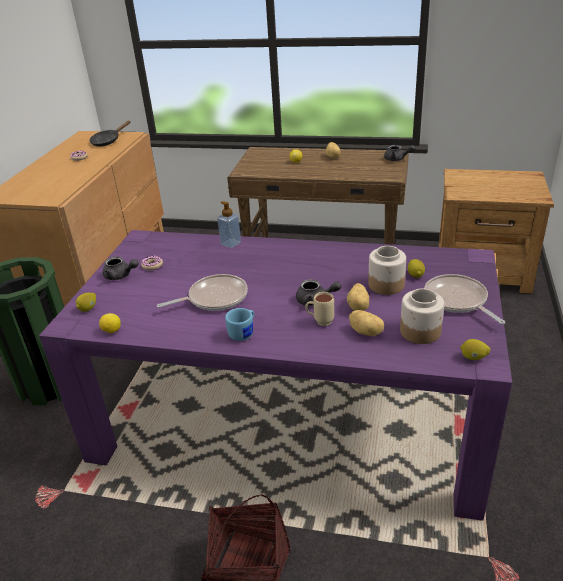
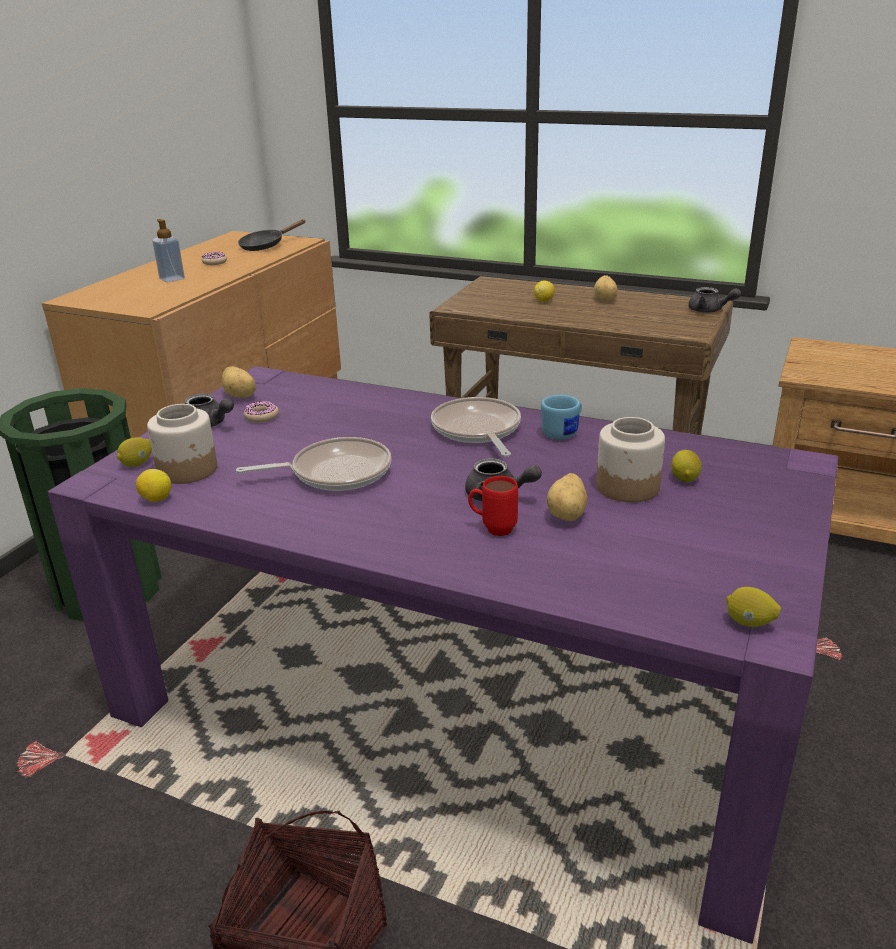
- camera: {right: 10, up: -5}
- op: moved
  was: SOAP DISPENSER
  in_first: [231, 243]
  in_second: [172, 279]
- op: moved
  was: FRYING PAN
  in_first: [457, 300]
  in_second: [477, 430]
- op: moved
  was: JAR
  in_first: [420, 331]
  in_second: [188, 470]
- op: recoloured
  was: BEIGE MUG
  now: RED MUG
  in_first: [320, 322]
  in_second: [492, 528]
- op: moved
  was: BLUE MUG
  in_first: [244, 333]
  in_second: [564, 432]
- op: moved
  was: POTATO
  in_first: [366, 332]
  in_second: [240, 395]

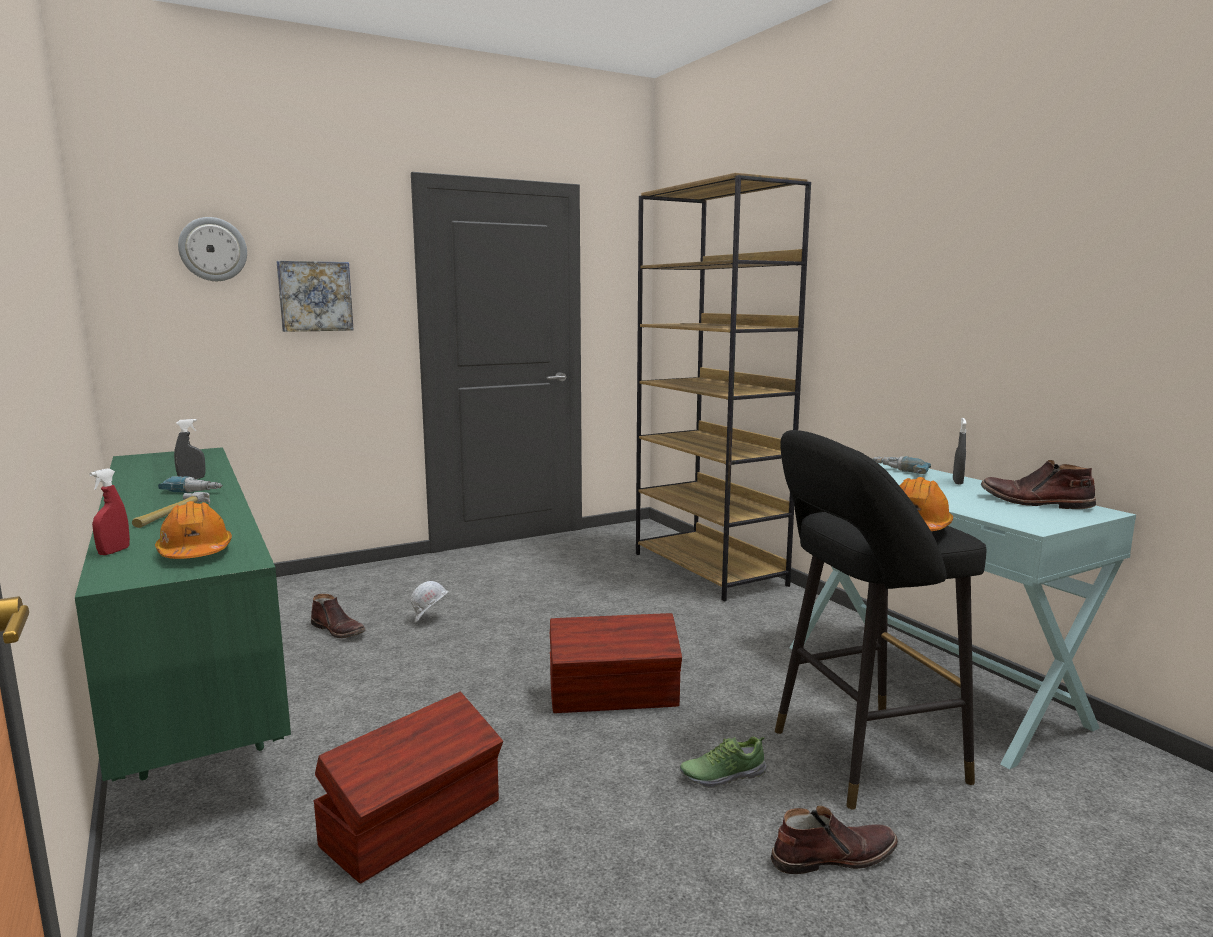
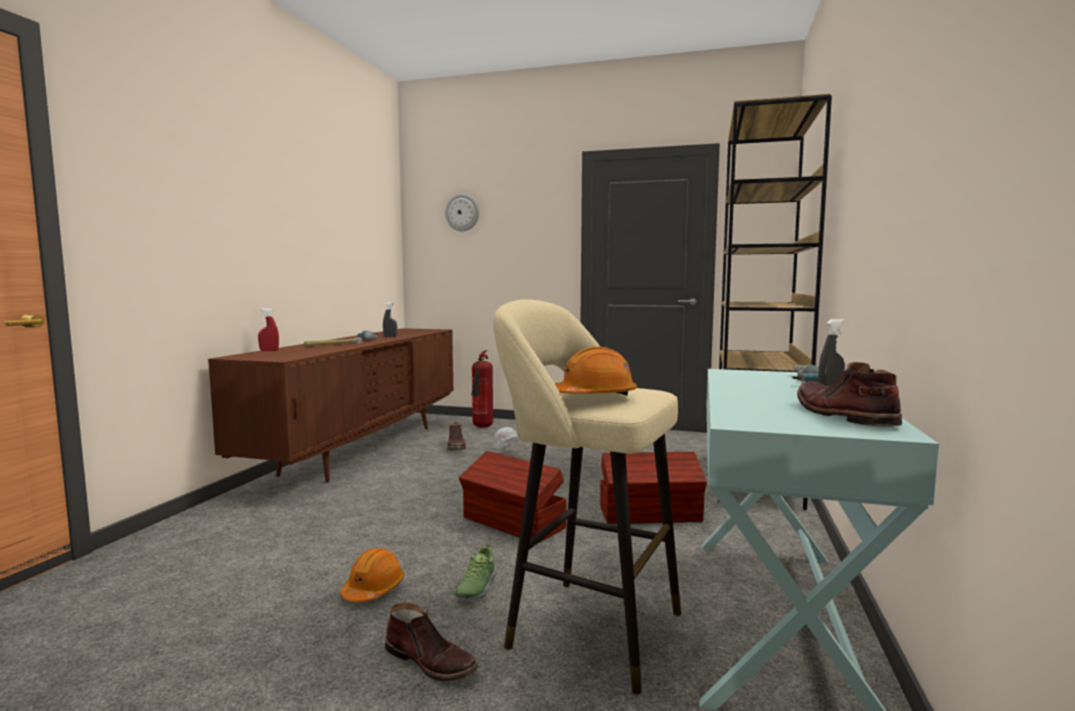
- camera: {right: 45, up: -5}
- op: removed
  was: PICTURE
  in_first: [315, 296]
- op: recoloured
  was: BLACK STOOL
  now: BEIGE STOOL
  in_first: [858, 757]
  in_second: [585, 627]
- op: recoloured
  was: GREEN CABINET
  now: BROWN CABINET
  in_first: [193, 683]
  in_second: [362, 449]
- op: moved
  was: ORANGE HARD HAT
  in_first: [195, 553]
  in_second: [373, 589]
- op: moved
  was: BROWN STORAGE BOX
  in_first: [415, 823]
  in_second: [651, 514]
- op: turned
  was: SHOE
  in_first: [722, 775]
  in_second: [476, 587]
  clockwise: -105
- op: added
  now: FIRE EXTINGUISHER
  in_second: [482, 427]

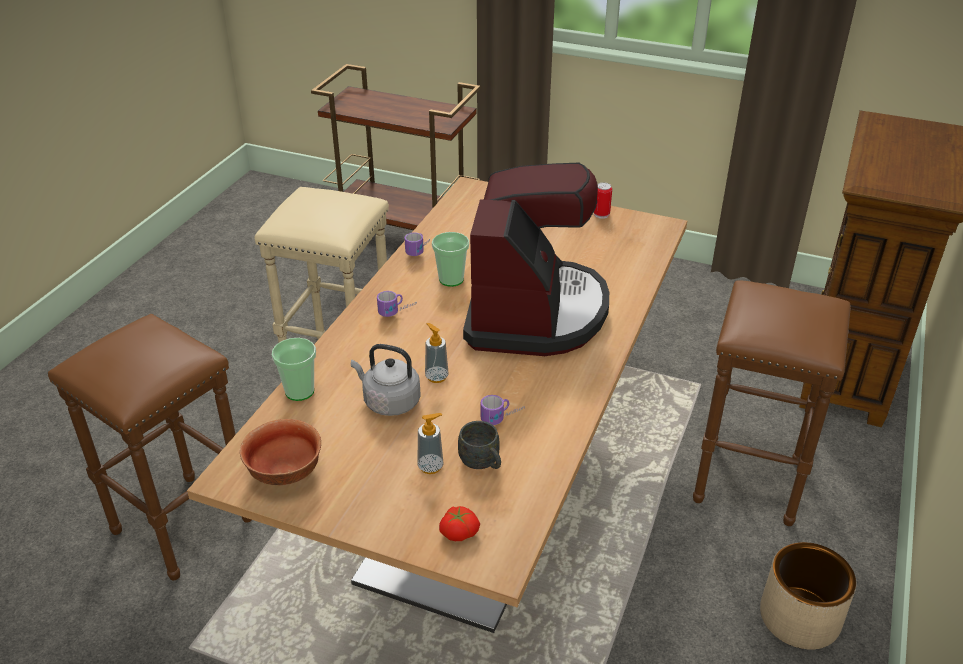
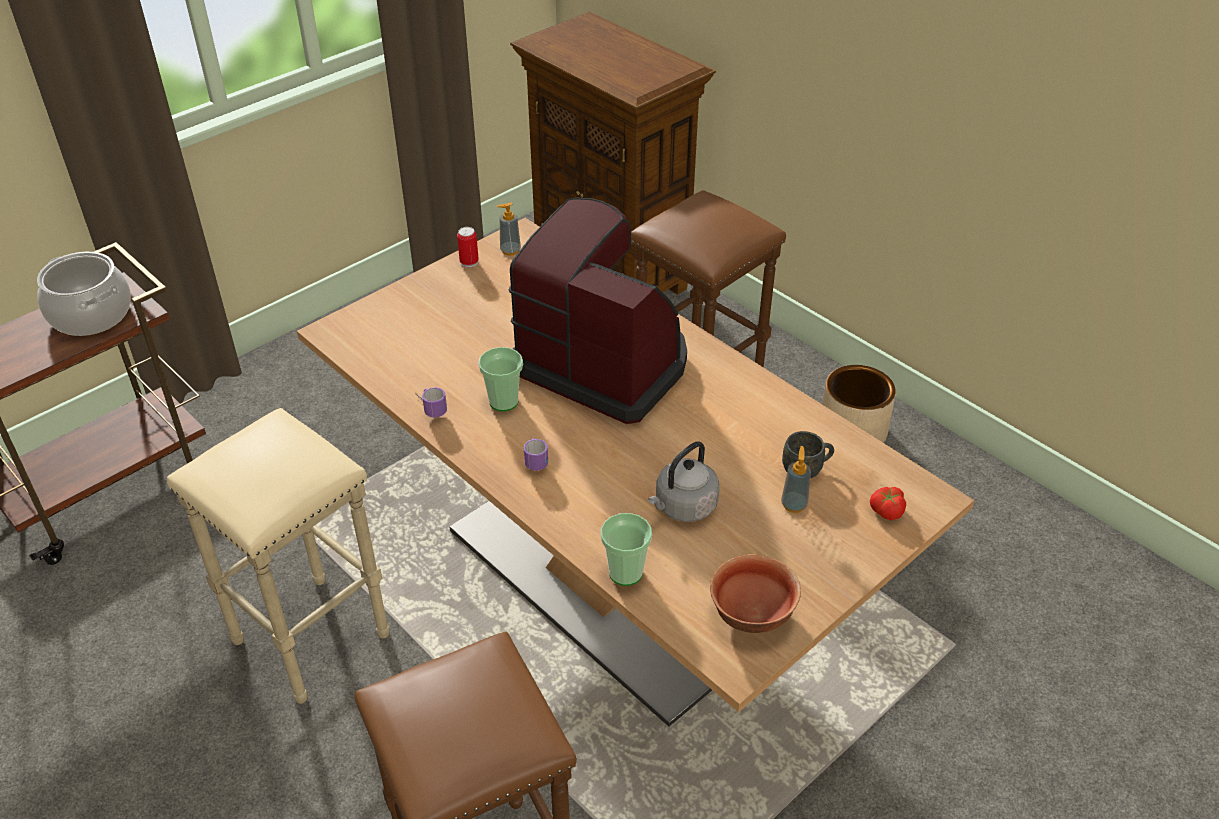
- camera: {right: -65, up: 5}
- op: moved
  was: SOAP DISPENSER
  in_first: [436, 377]
  in_second: [510, 250]
- op: removed
  was: MUG
  in_first: [503, 418]
- op: added
  now: COOKING POT
  in_second: [92, 314]

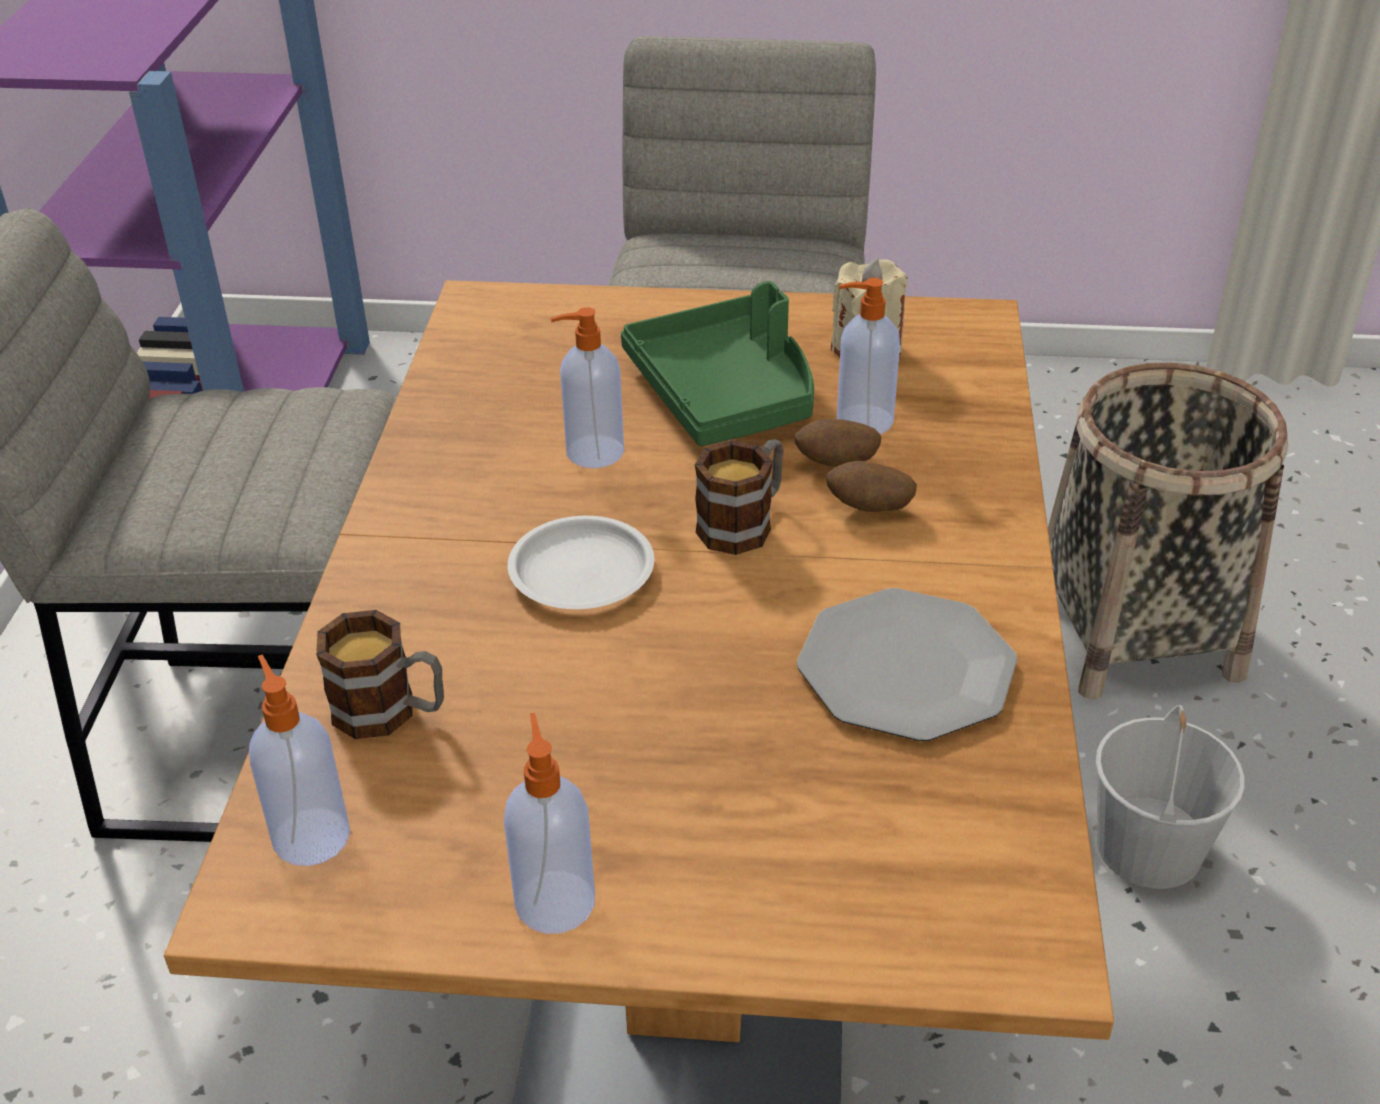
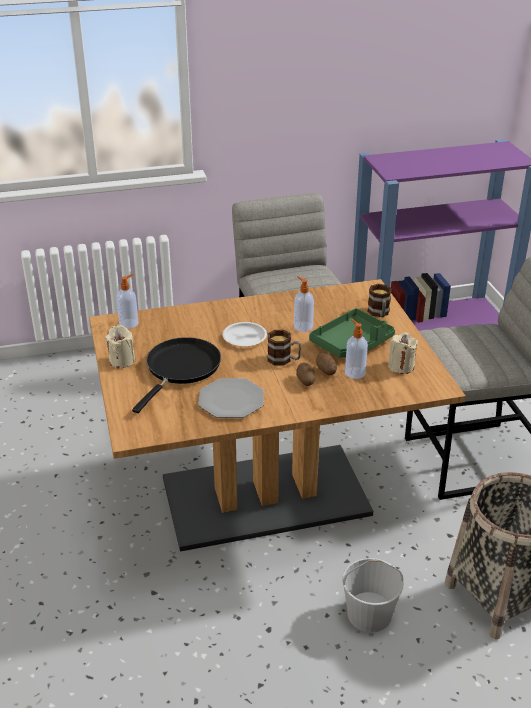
- camera: {right: 70, up: -5}
- op: moved
  was: MUG
  in_first: [390, 712]
  in_second: [379, 313]
- op: replaced
  was: SOAP DISPENSER
  now: BEIGE CANDLE
  in_first: [554, 899]
  in_second: [122, 361]
- op: added
  now: BLACK FRYING PAN
  in_second: [181, 369]

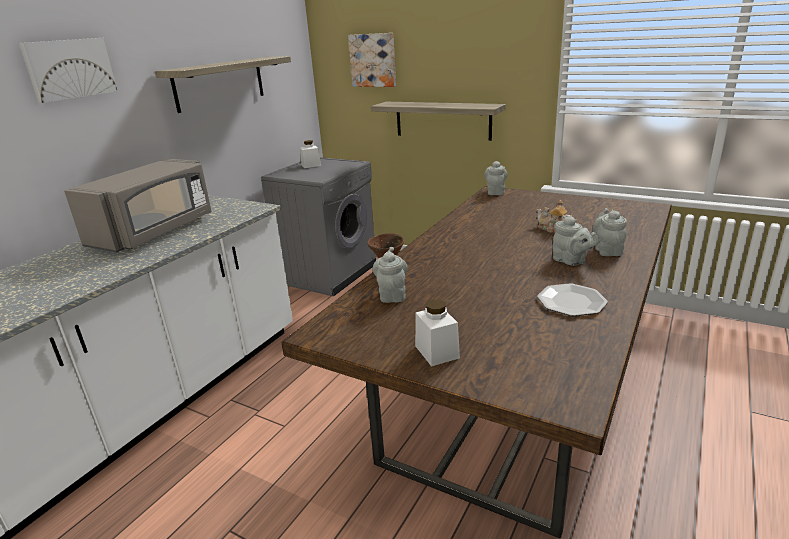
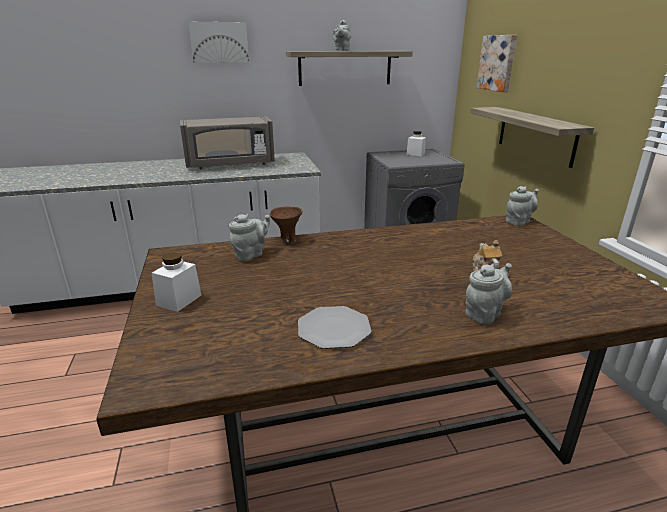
- camera: {right: 45, up: 0}
- op: moved
  was: GREY TEAPOT
  in_first: [571, 261]
  in_second: [342, 50]

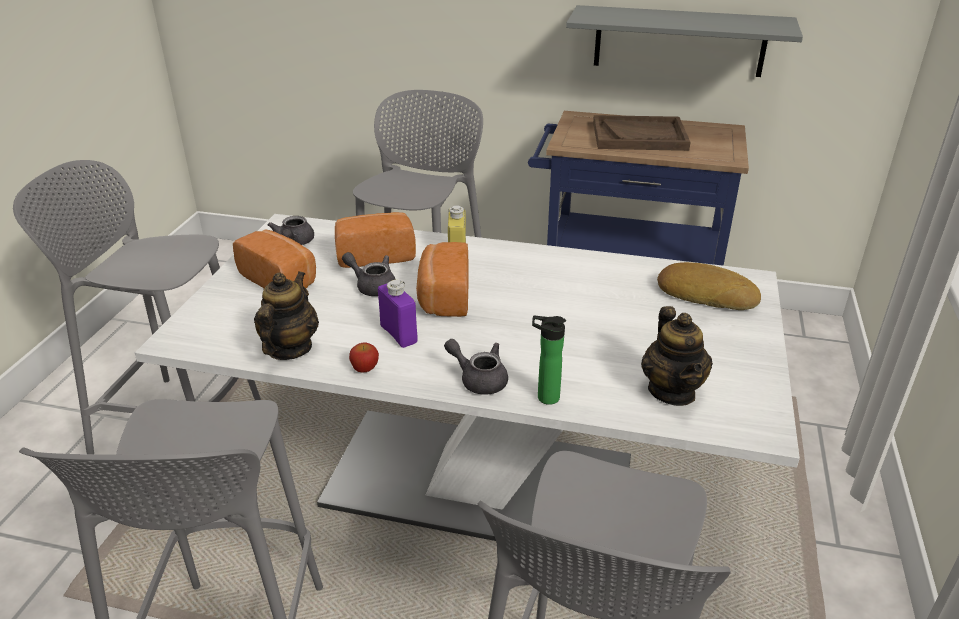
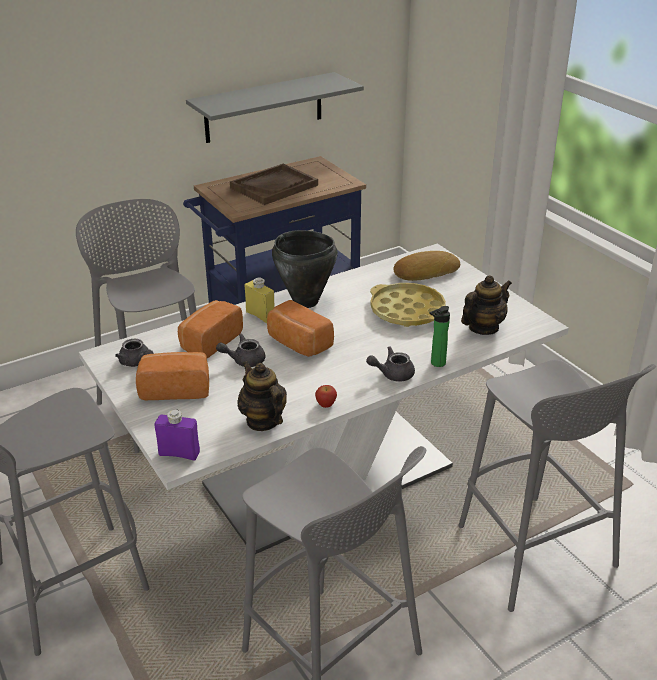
- camera: {right: -45, up: 0}
- op: moved
  was: PURPLE BOTTLE
  in_first: [398, 334]
  in_second: [179, 453]
- op: turned
  was: TEAPOT
  in_first: [672, 391]
  in_second: [483, 328]
  clockwise: -75
- op: added
  now: BLACK COOKING POT
  in_second: [305, 302]
- op: added
  now: YELLOW TRAY
  in_second: [407, 311]

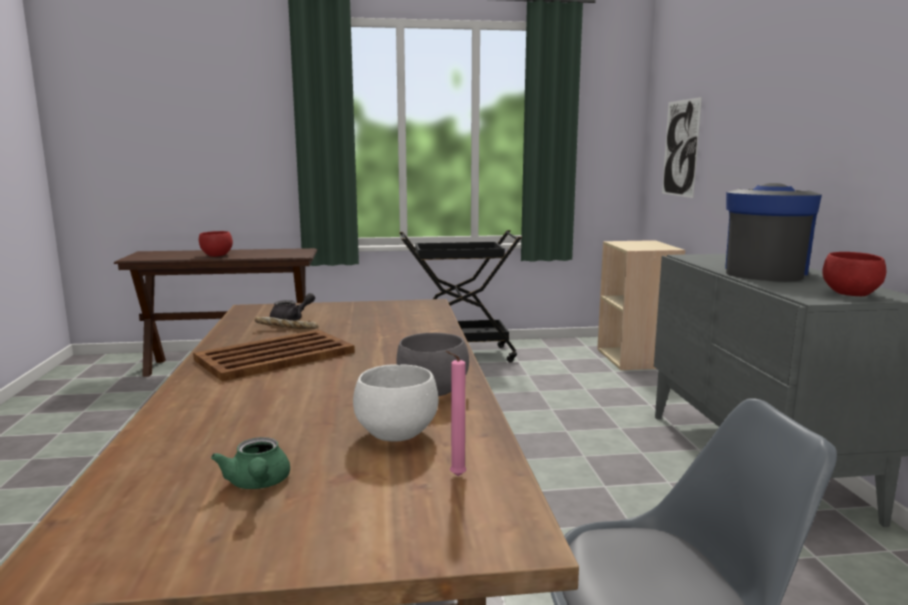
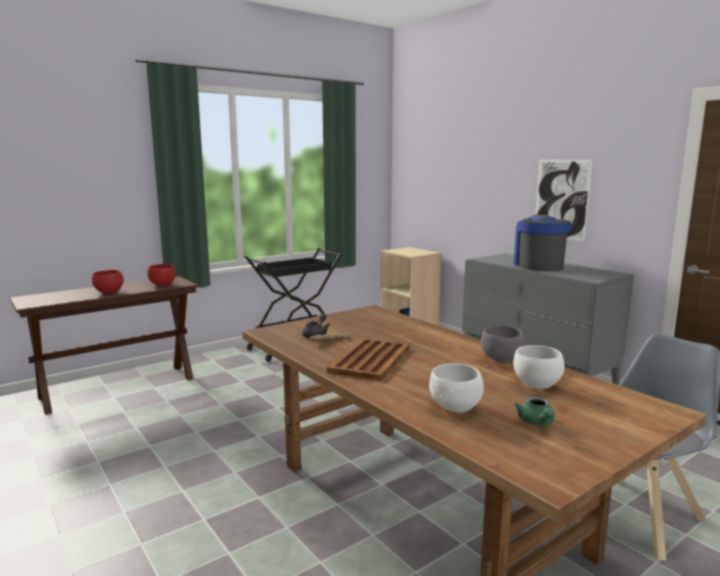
- camera: {right: -30, up: 0}
- op: moved
  was: PICTURE
  in_first: [680, 148]
  in_second: [561, 199]
- op: moved
  was: RED BOWL
  in_first: [852, 295]
  in_second: [163, 285]
- op: removed
  was: PINK CANDLE
  in_first: [455, 476]
- op: turned
  was: GREEN TEAPOT
  in_first: [258, 484]
  in_second: [536, 422]
  clockwise: 45
- op: added
  now: WHITE BOWL
  in_second: [456, 408]

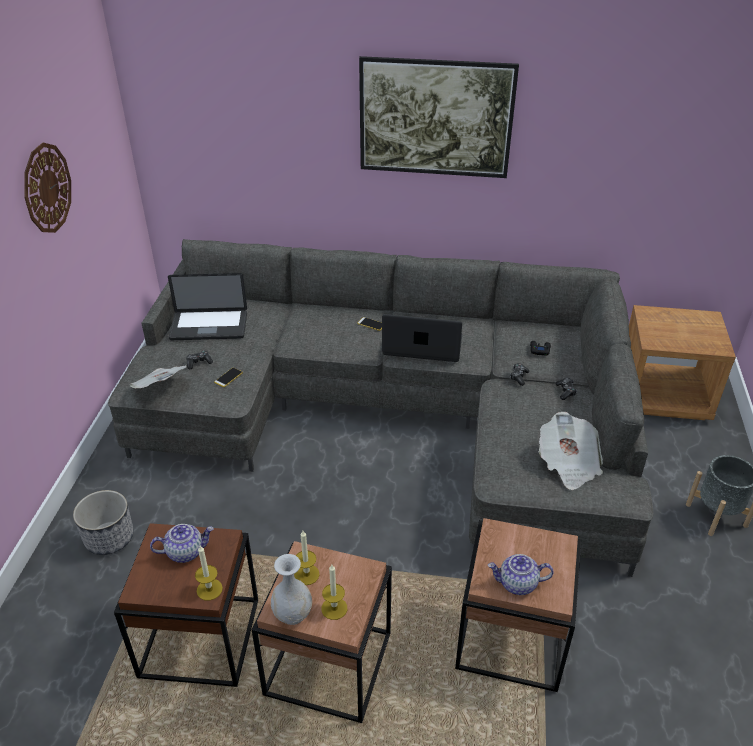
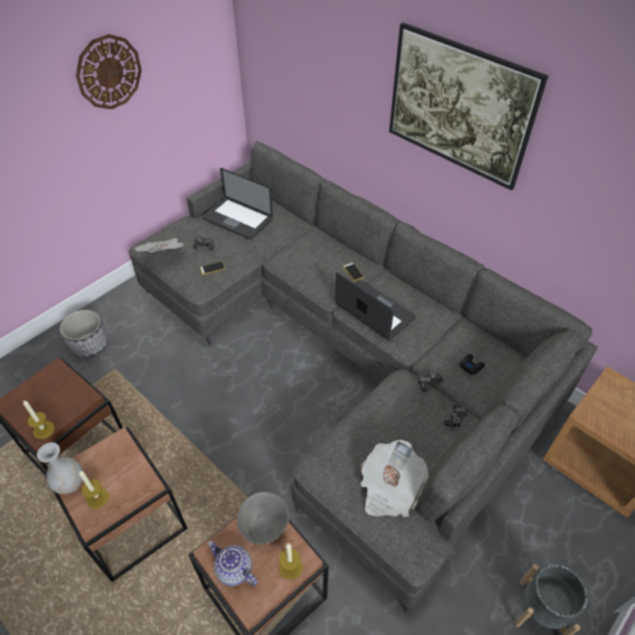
- camera: {right: 35, up: 10}
- op: removed
  was: TEAPOT
  in_first: [185, 551]
- op: moved
  was: CANDLE
  in_first: [306, 574]
  in_second: [290, 567]
- op: added
  now: GREY BOWL
  in_second: [264, 524]

